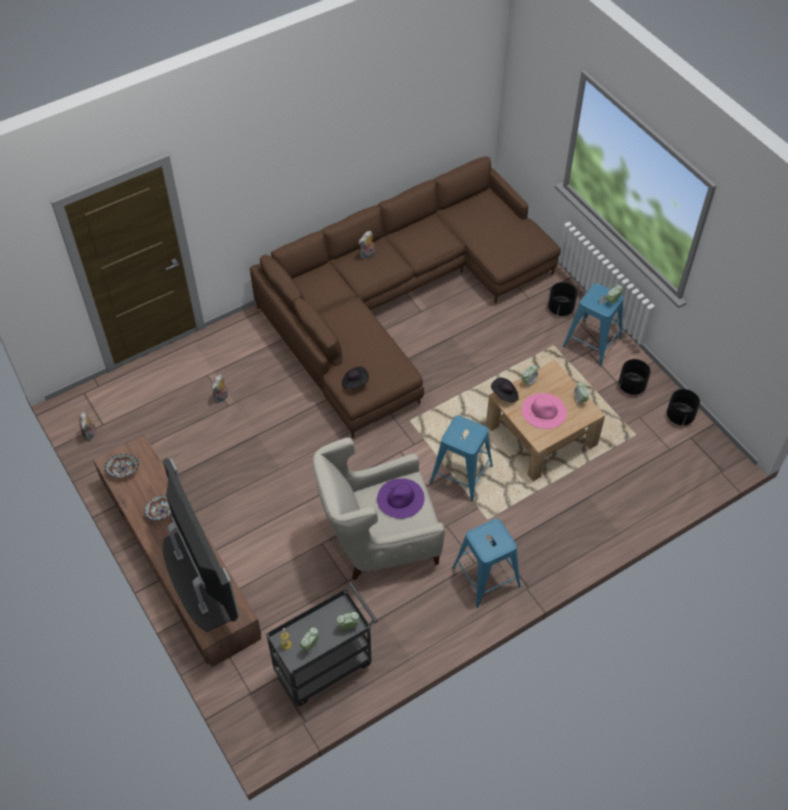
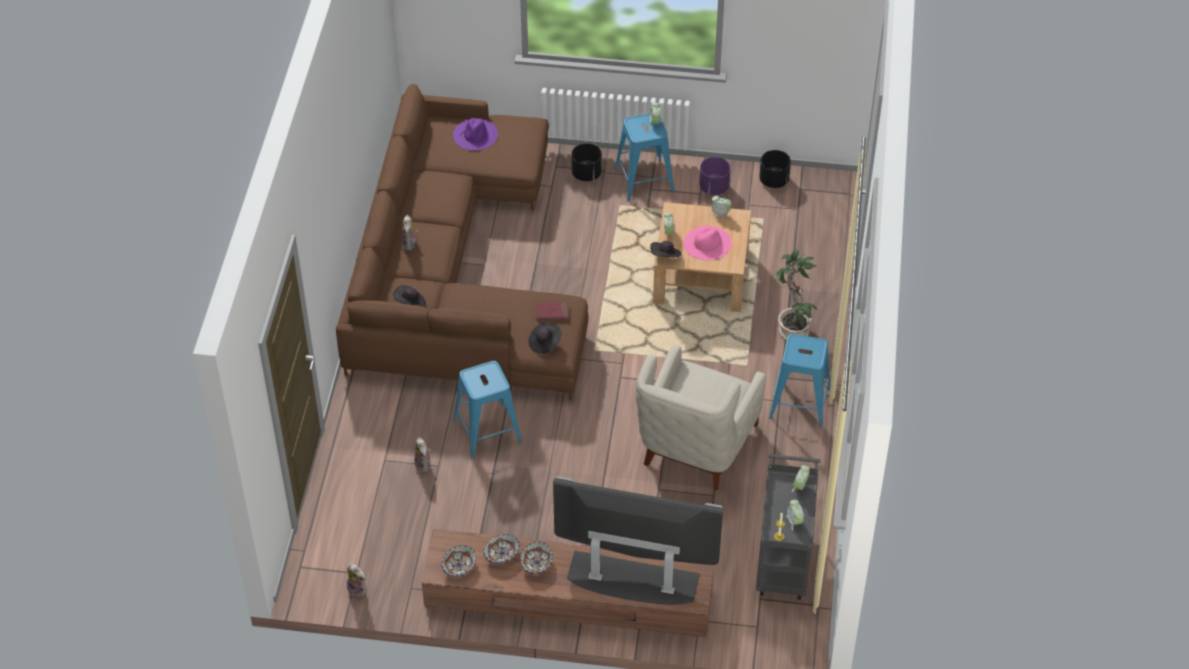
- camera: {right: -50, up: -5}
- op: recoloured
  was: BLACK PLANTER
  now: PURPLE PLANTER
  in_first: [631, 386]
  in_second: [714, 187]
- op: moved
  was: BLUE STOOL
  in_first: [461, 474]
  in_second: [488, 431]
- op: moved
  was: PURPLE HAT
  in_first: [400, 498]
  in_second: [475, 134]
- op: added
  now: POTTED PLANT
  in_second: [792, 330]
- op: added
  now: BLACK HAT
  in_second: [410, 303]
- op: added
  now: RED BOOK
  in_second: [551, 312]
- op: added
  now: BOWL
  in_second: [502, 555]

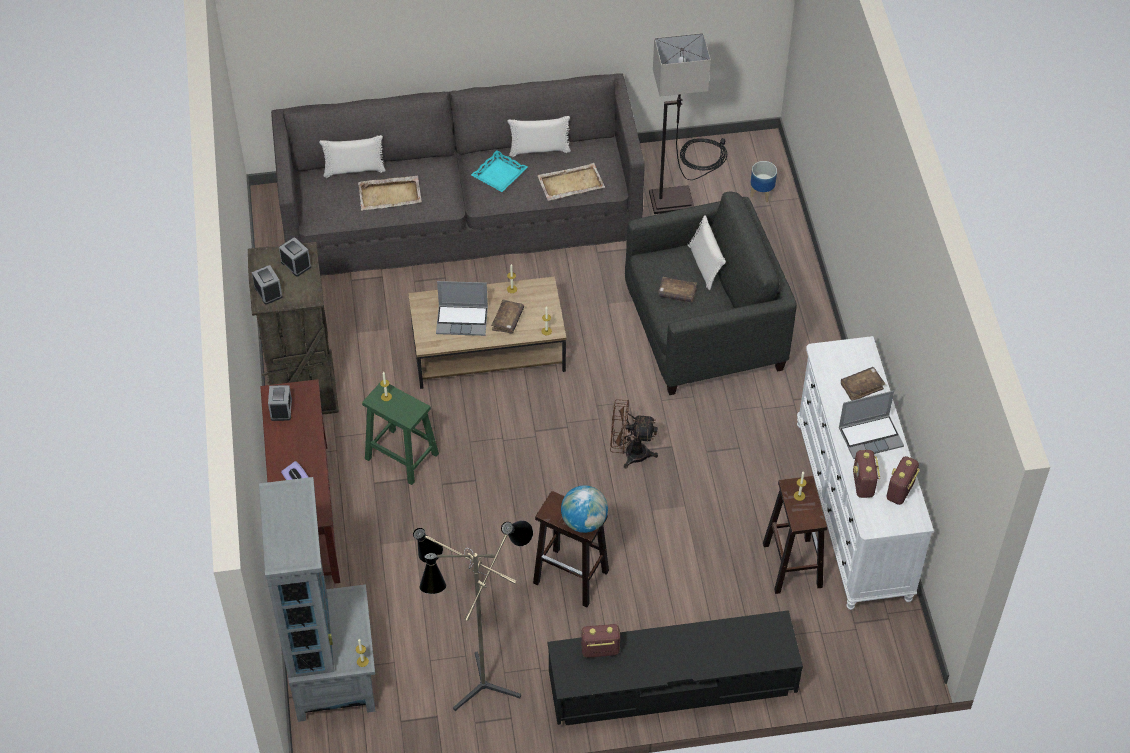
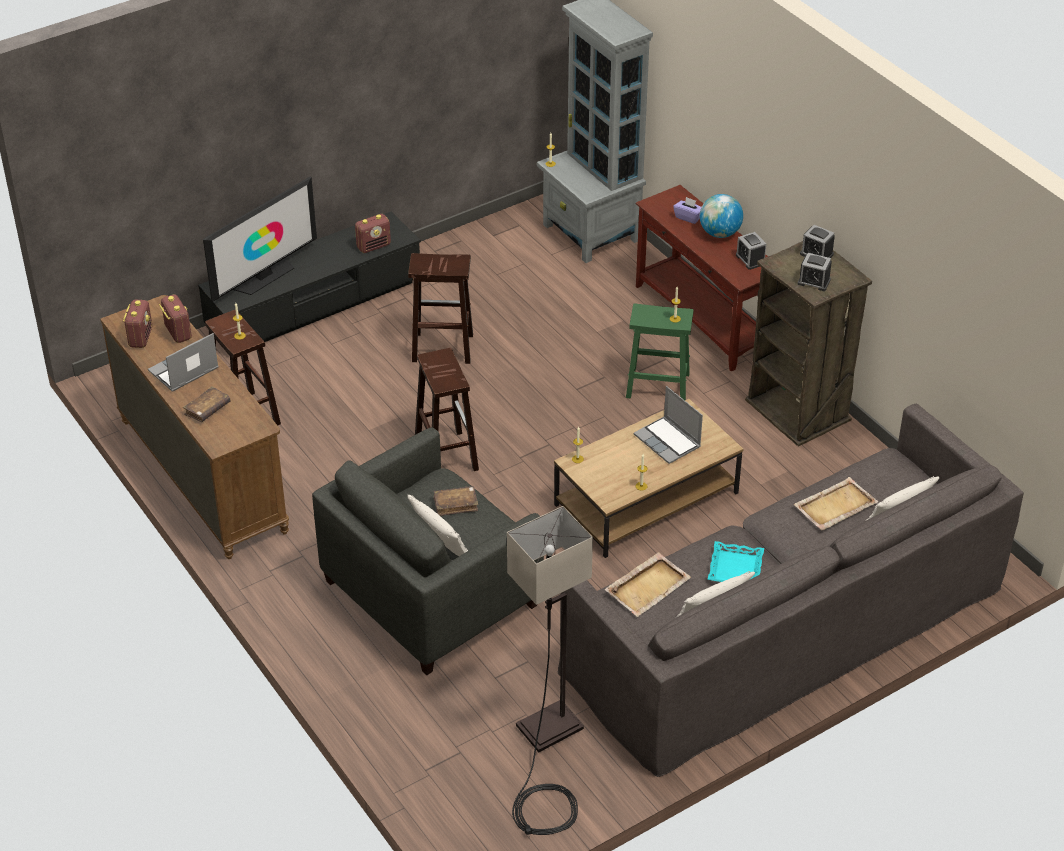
- camera: {right: 155, up: -10}
- op: removed
  was: PLANTER
  in_first: [761, 193]
- op: turned
  was: LAPTOP
  in_first: [463, 320]
  in_second: [668, 441]
  clockwise: -105
- op: removed
  was: BROWN BOOK
  in_first: [507, 320]
- op: recoloured
  was: WHITE DRESSER
  now: BROWN DRESSER
  in_first: [853, 511]
  in_second: [202, 475]
- op: replaced
  was: BROWN FAN
  now: BROWN STOOL
  in_first: [629, 453]
  in_second: [445, 455]
- op: moved
  was: GLOBE
  in_first: [584, 522]
  in_second: [720, 233]
- op: removed
  was: FLOOR LAMP
  in_first: [477, 682]
- op: added
  now: TELEVISION
  in_second: [264, 276]

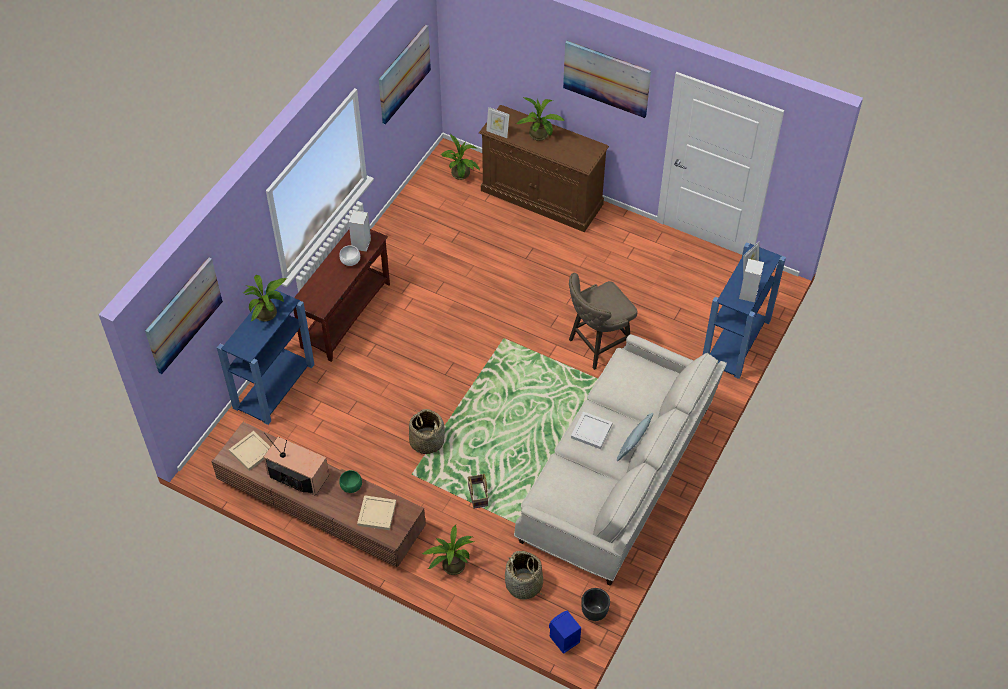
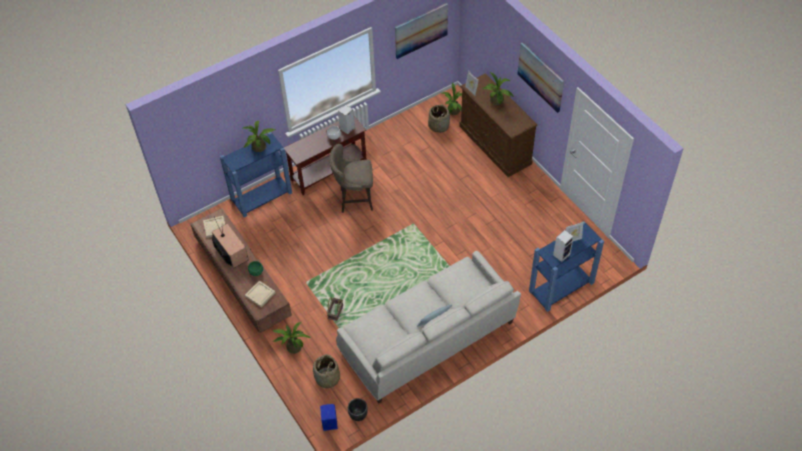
- camera: {right: 30, up: 0}
- op: removed
  was: PICTURE
  in_first: [183, 314]
- op: moved
  was: BEIGE STOOL
  in_first: [597, 346]
  in_second: [354, 199]
- op: moved
  was: BASKET
  in_first: [426, 441]
  in_second: [438, 125]
- op: removed
  was: WHITE TRAY
  in_first: [590, 431]

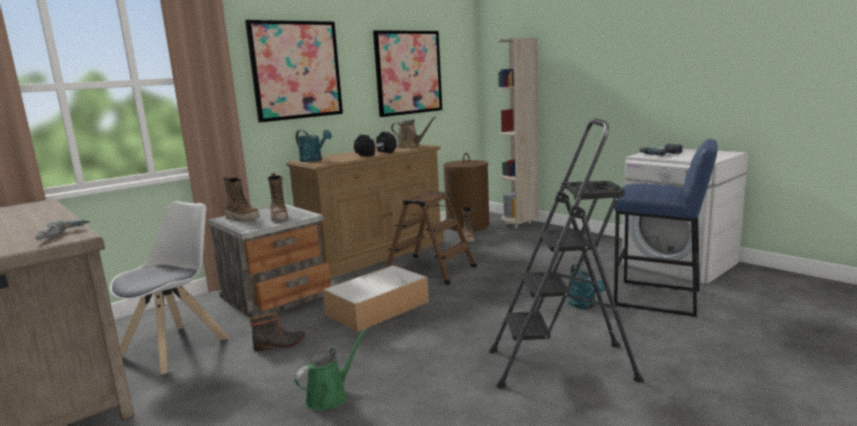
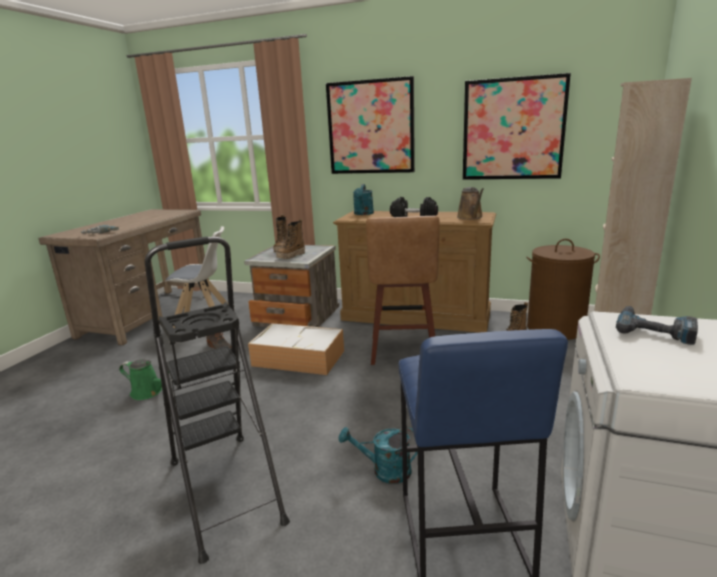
- camera: {right: 60, up: 5}
- op: replaced
  was: BROWN STEP LADDER
  now: BROWN STOOL
  in_first: [430, 269]
  in_second: [403, 351]
- op: turned
  was: TURQUOISE WATERING CAN
  in_first: [584, 305]
  in_second: [384, 471]
  clockwise: 45

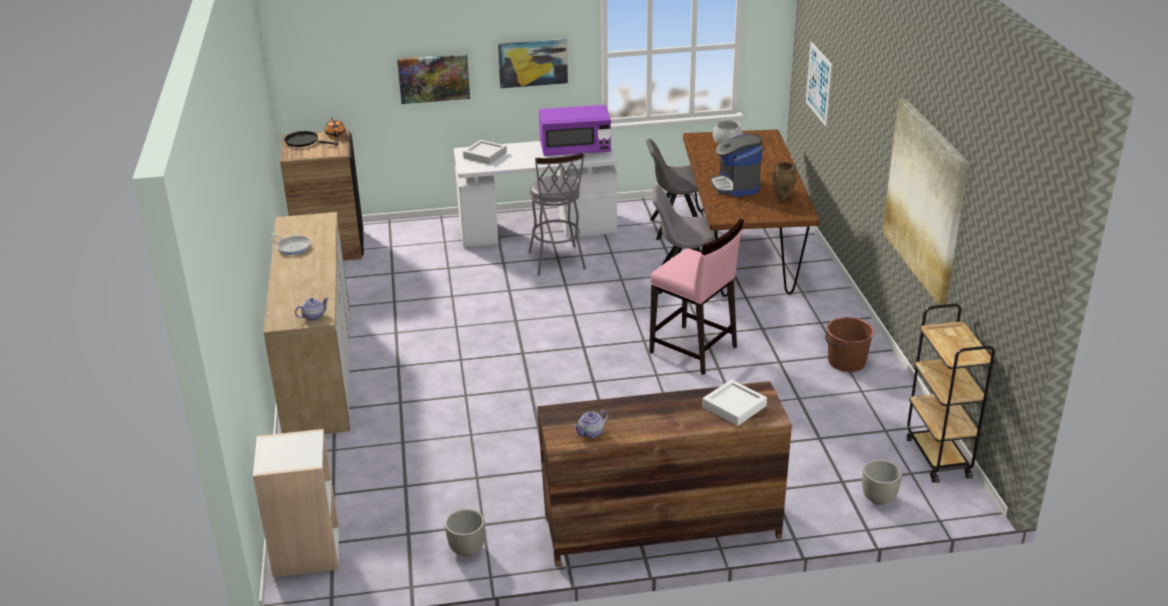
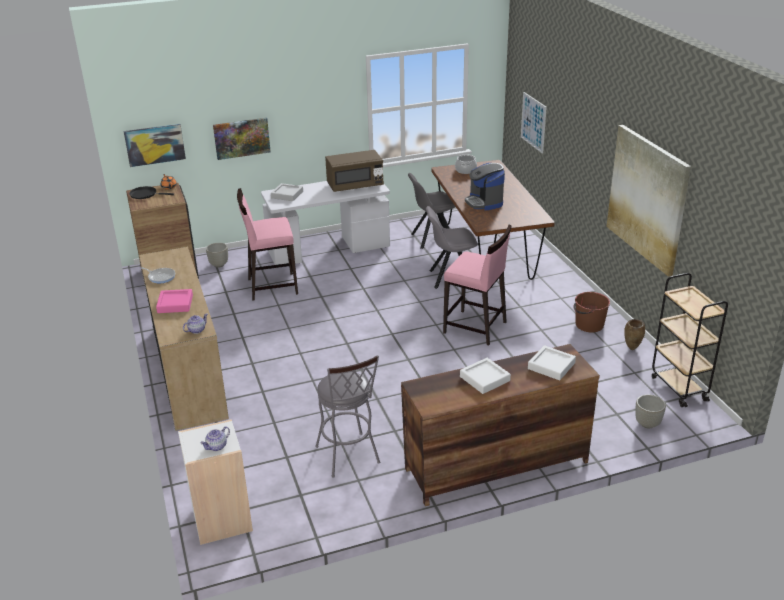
- camera: {right: -10, up: 0}
- op: moved
  was: PICTURE
  in_first: [532, 63]
  in_second: [155, 144]
- op: recoloured
  was: PURPLE MICROWAVE
  now: BROWN MICROWAVE
  in_first: [575, 150]
  in_second: [355, 185]
- op: moved
  was: GREY STOOL
  in_first: [557, 263]
  in_second: [349, 458]
- op: moved
  was: BROWN VASE
  in_first: [783, 199]
  in_second: [632, 349]
- op: moved
  was: TEAPOT
  in_first: [591, 433]
  in_second: [216, 446]
- op: moved
  was: GREY PLANTER
  in_first: [466, 549]
  in_second: [218, 265]
- op: added
  now: PINK STOOL
  in_second: [272, 286]
- op: added
  now: PINK TRAY
  in_second: [175, 304]
- op: added
  now: WHITE TRAY
  in_second: [484, 379]

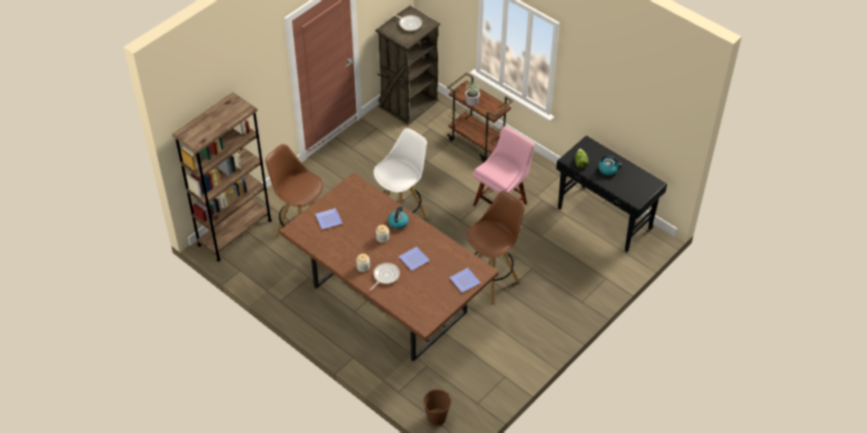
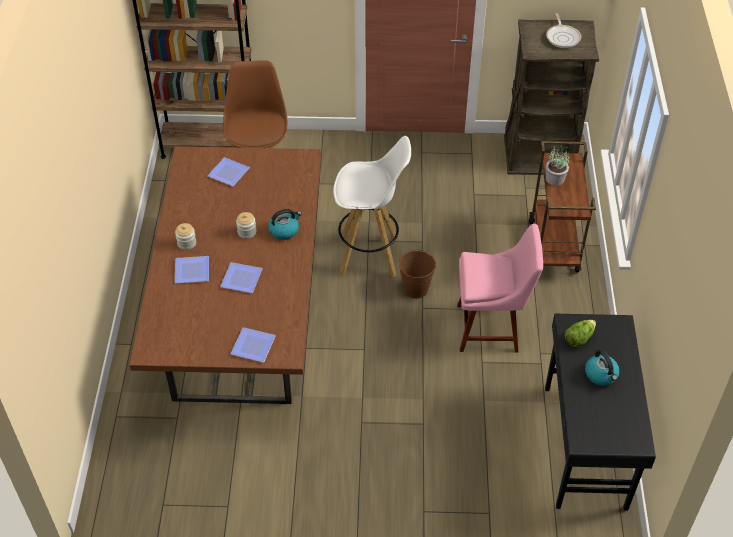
- camera: {right: 50, up: 0}
- op: removed
  was: BROWN STOOL
  in_first: [492, 280]
- op: replaced
  was: FRYING PAN
  now: PLATE
  in_first: [385, 276]
  in_second: [191, 270]
- op: moved
  was: BROWN BUCKET
  in_first: [437, 417]
  in_second: [416, 289]

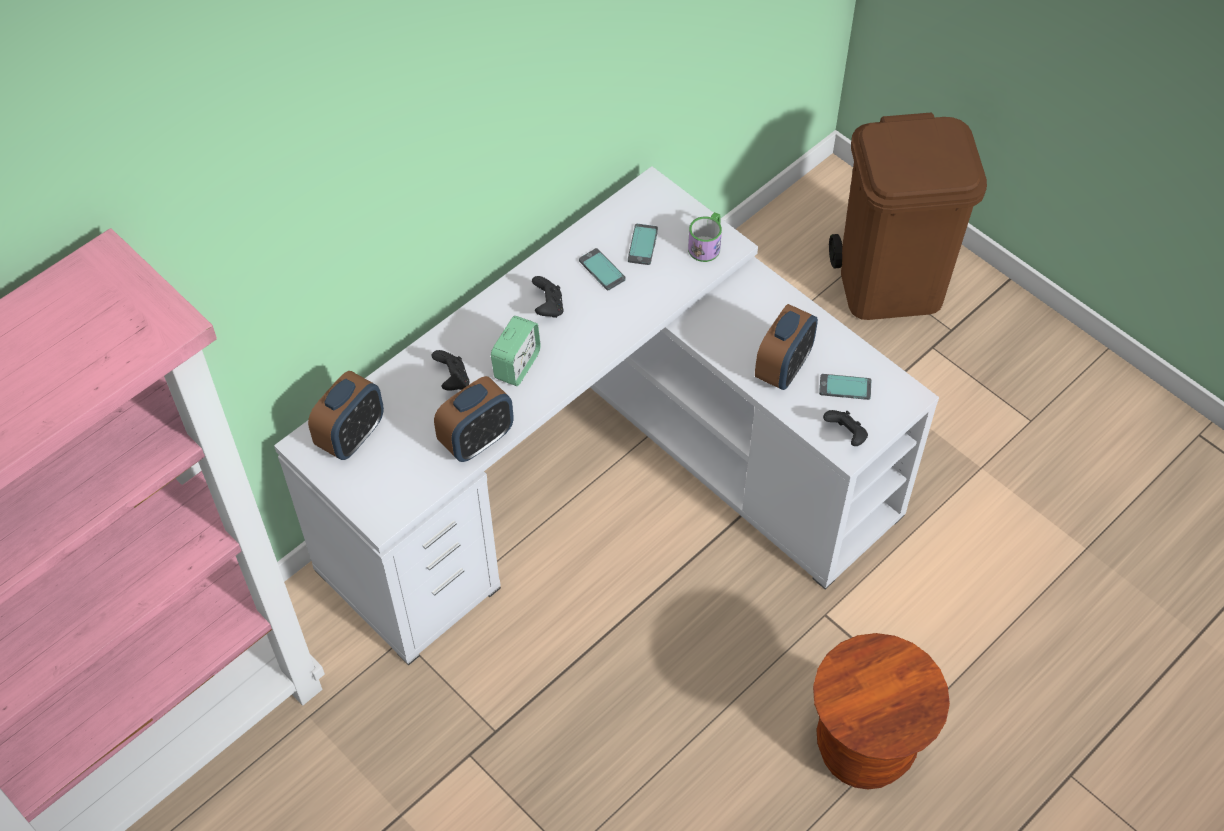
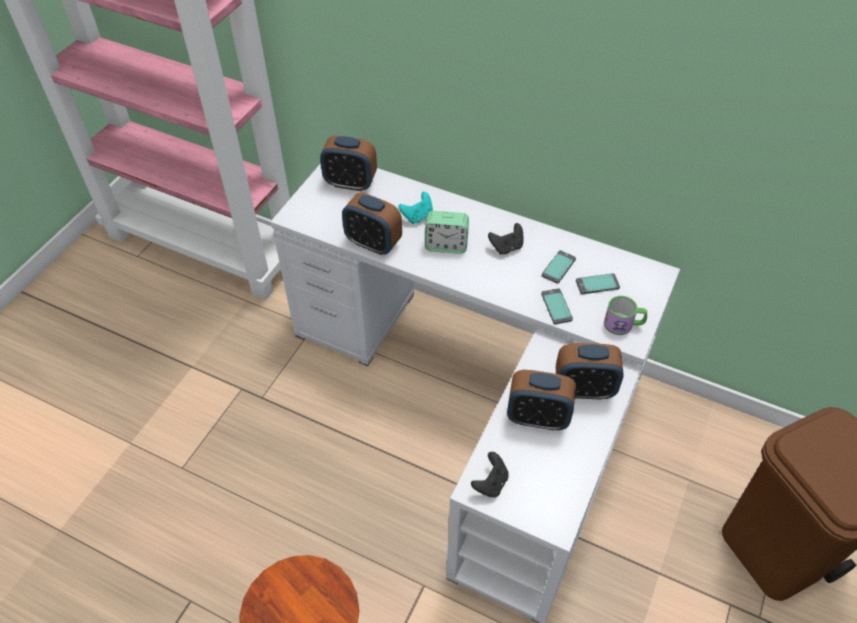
- camera: {right: 70, up: -5}
- op: recoloured
  was: BLACK GAME CONTROLLER
  now: TURQUOISE GAME CONTROLLER
  in_first: [452, 380]
  in_second: [417, 216]
- op: moved
  was: PHONE
  in_first: [845, 388]
  in_second: [556, 307]
- op: added
  now: ALARM CLOCK
  in_second: [583, 389]

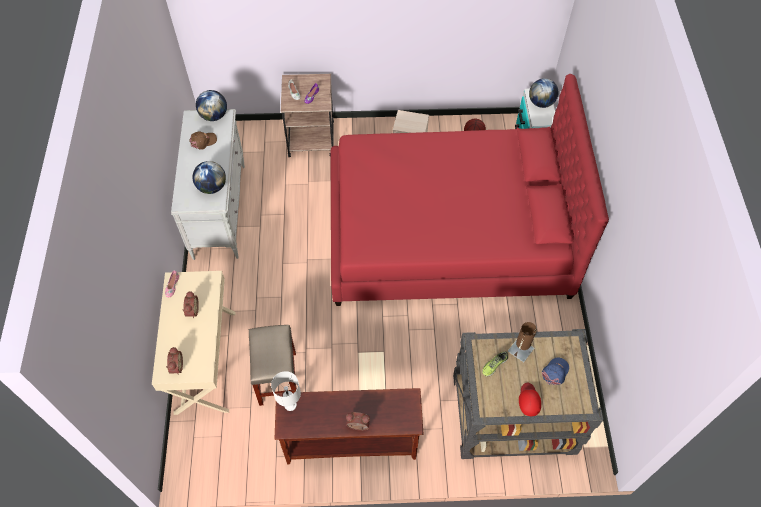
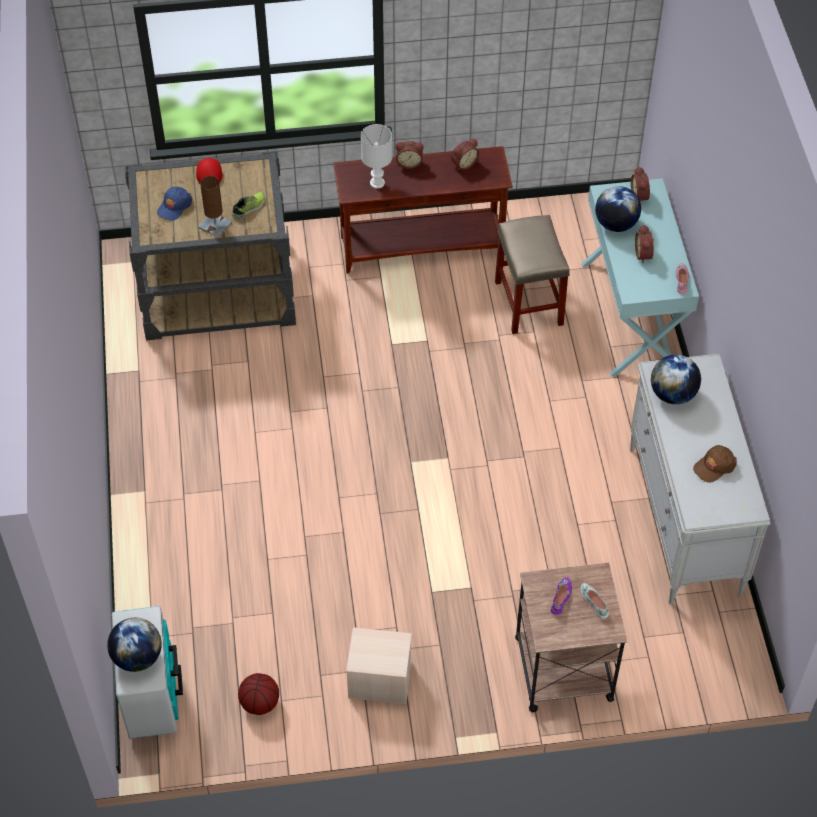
- camera: {right: 175, up: -5}
- op: removed
  was: RED BED
  in_first: [448, 233]
- op: moved
  was: GLOBE
  in_first: [214, 115]
  in_second: [616, 224]
- op: recoloured
  was: BEIGE DESK
  now: TURQUOISE DESK
  in_first: [204, 361]
  in_second: [631, 314]
- op: moved
  was: WHITE TABLE LAMP
  in_first: [290, 405]
  in_second: [376, 182]
- op: added
  now: ALARM CLOCK
  in_second: [463, 163]

